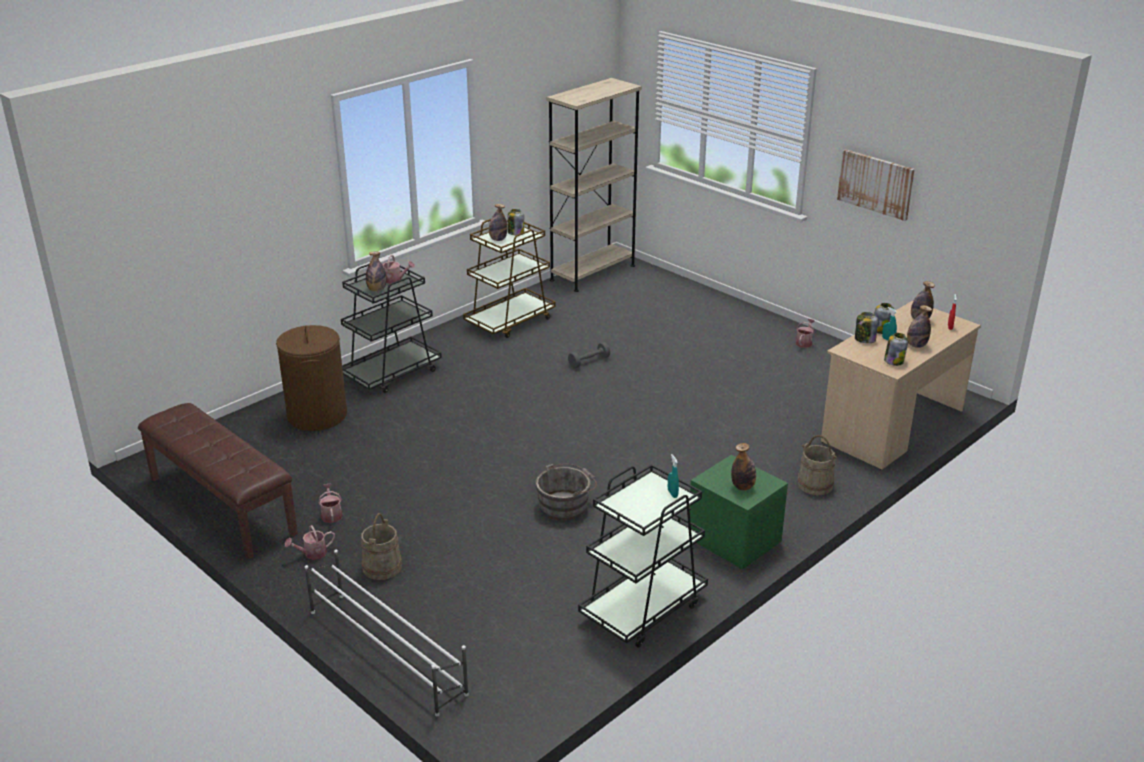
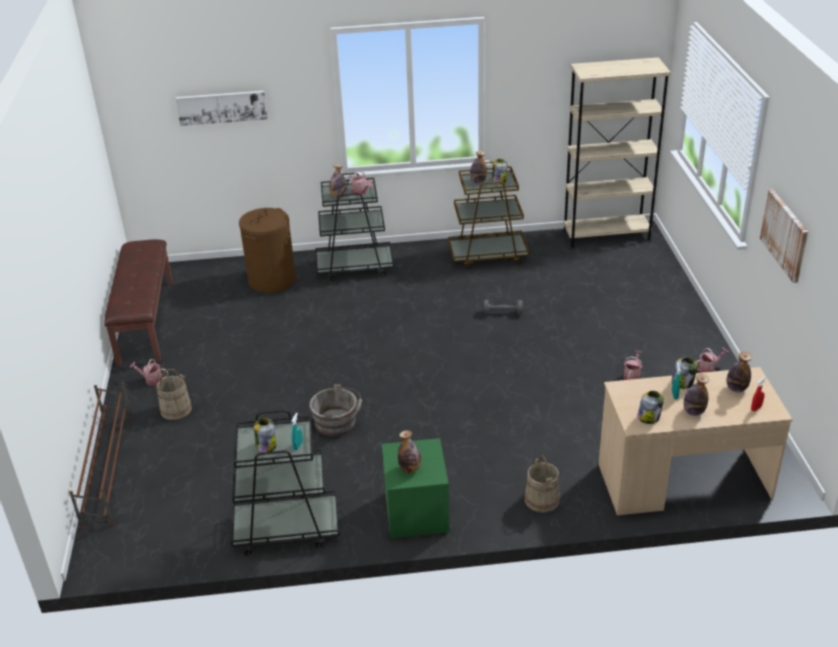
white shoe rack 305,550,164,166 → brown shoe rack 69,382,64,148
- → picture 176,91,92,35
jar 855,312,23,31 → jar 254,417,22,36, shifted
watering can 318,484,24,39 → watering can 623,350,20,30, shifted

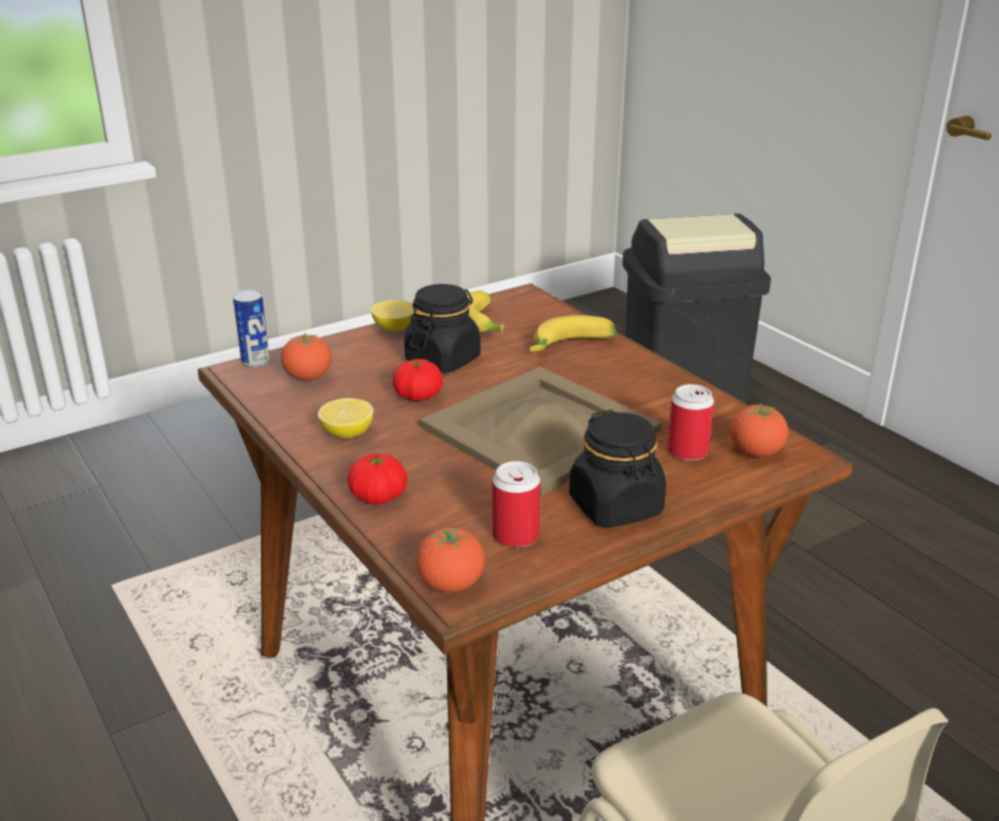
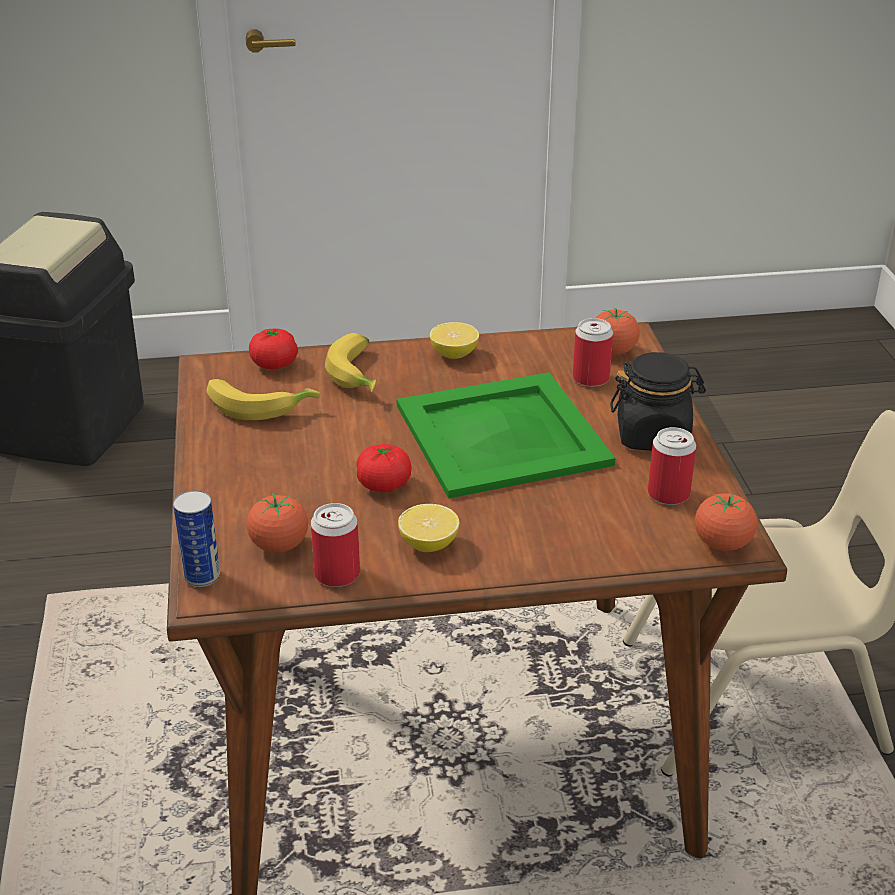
tomato 347,453,60,52 → tomato 249,329,49,40, shifted
- → can 311,503,49,84
beige tray 420,367,242,129 → green tray 397,372,218,127
lemon 371,300,43,32 → lemon 430,322,49,37, shifted
black jar 404,284,77,89 → -

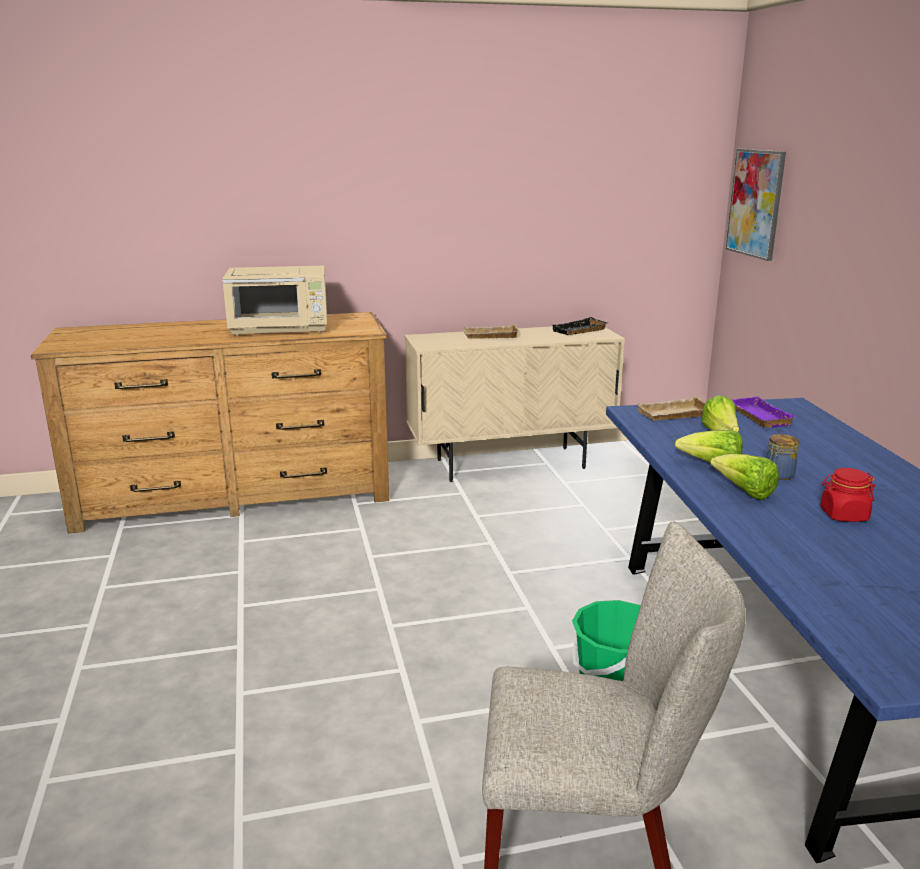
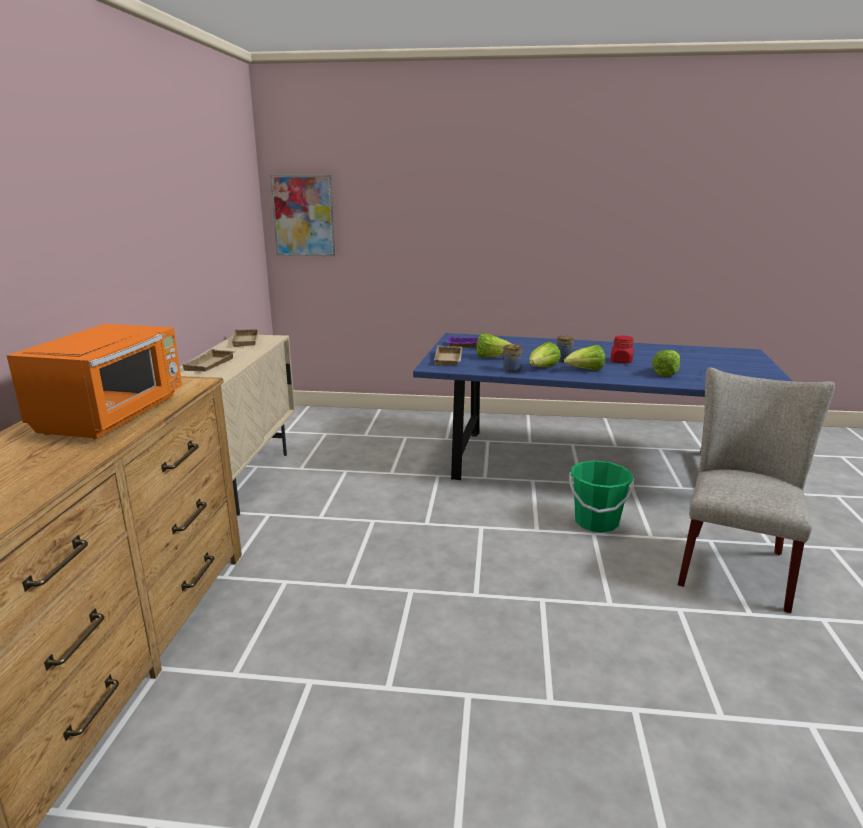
beige microwave 222,266,105,70 → orange microwave 6,324,176,116
black tray 553,317,55,18 → beige tray 231,329,28,18
- → jar 501,344,21,29
- → lettuce 652,350,28,26

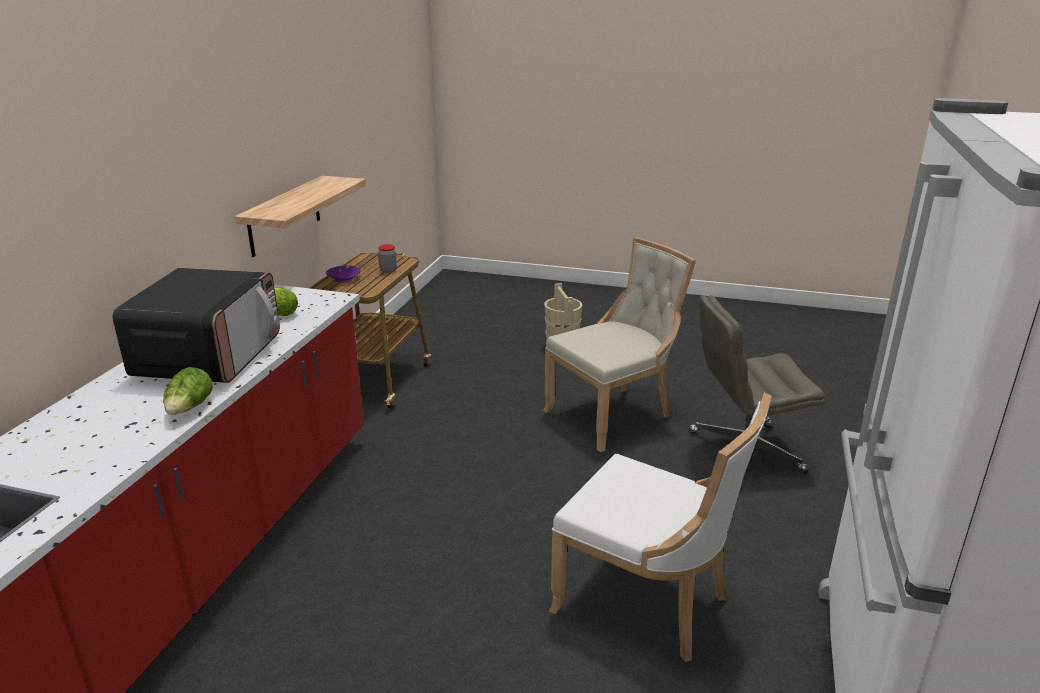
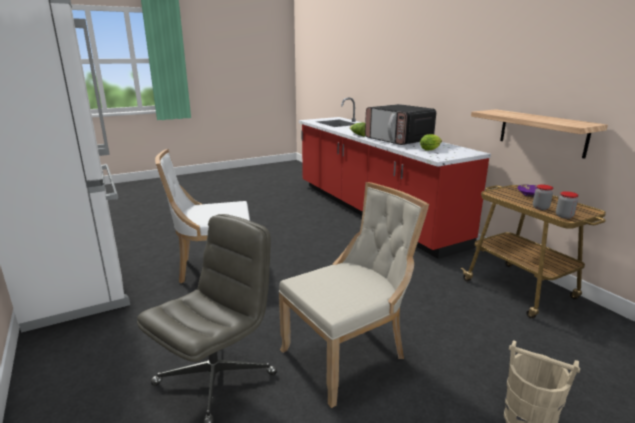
beige chair 543,238,153,214 → beige chair 279,182,150,226, 135 degrees counterclockwise
- → jar 556,191,23,28

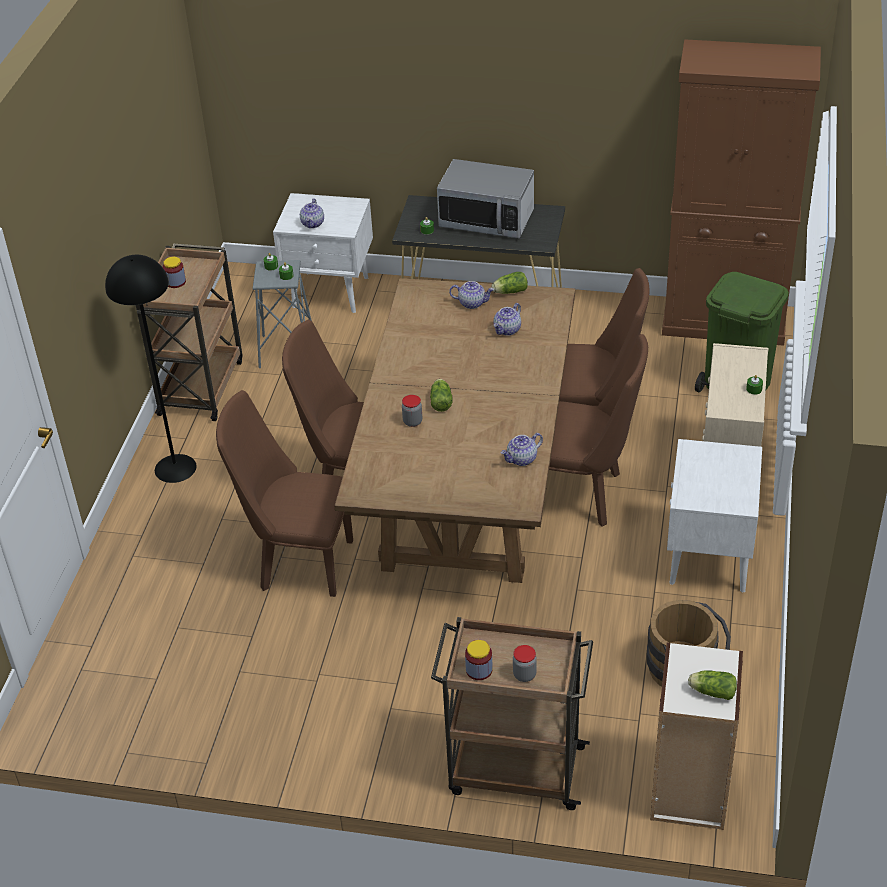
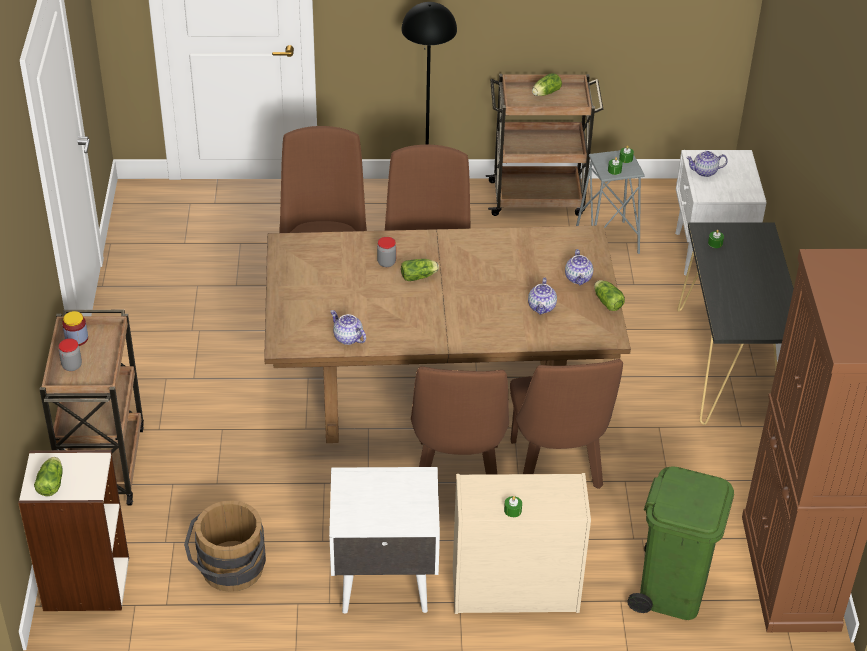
teapot 494,303,27,33 → teapot 528,278,29,36, 105 degrees counterclockwise
jar 163,257,23,31 → lettuce 532,73,30,23
microwave 437,159,97,79 → -

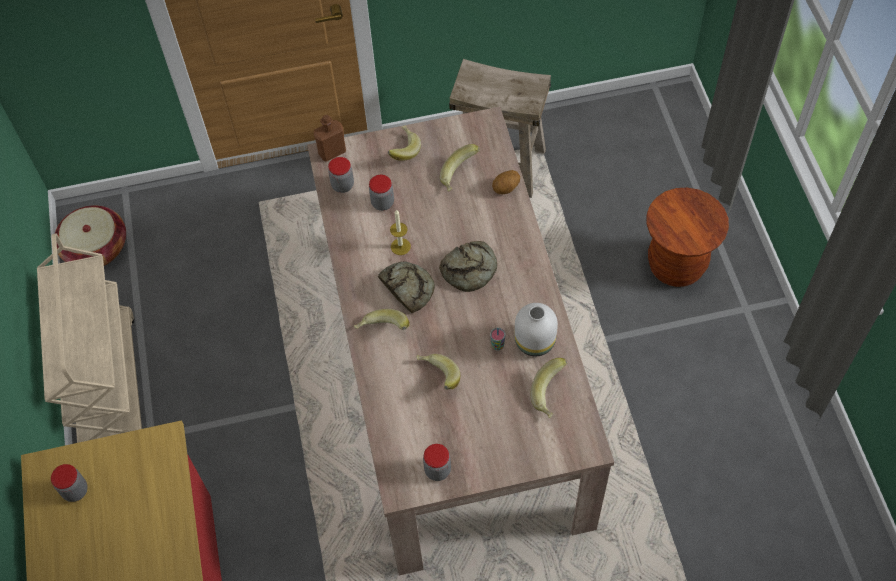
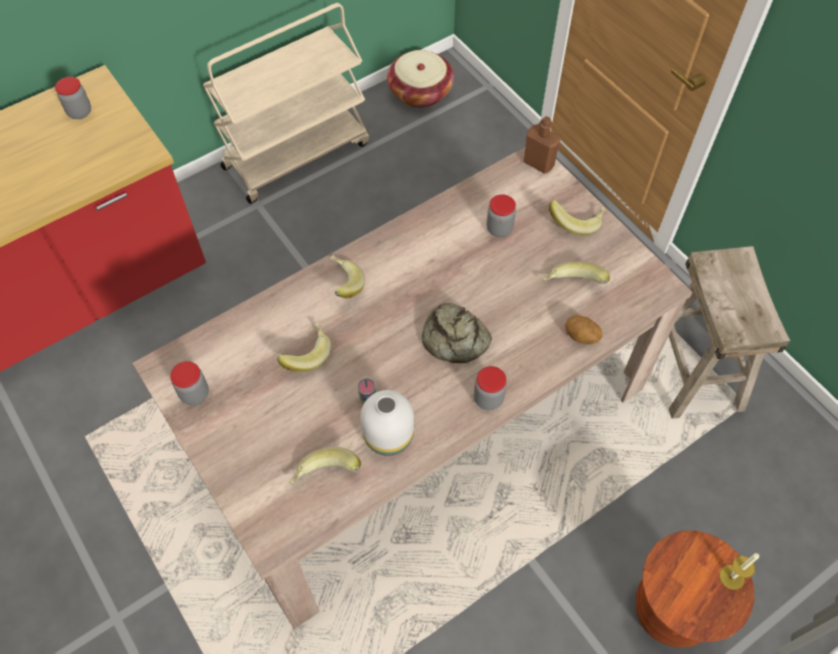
jar 328,157,26,36 → jar 474,366,33,44, shifted
candle 390,210,21,45 → candle 719,553,40,37, shifted
bread 378,262,57,51 → -

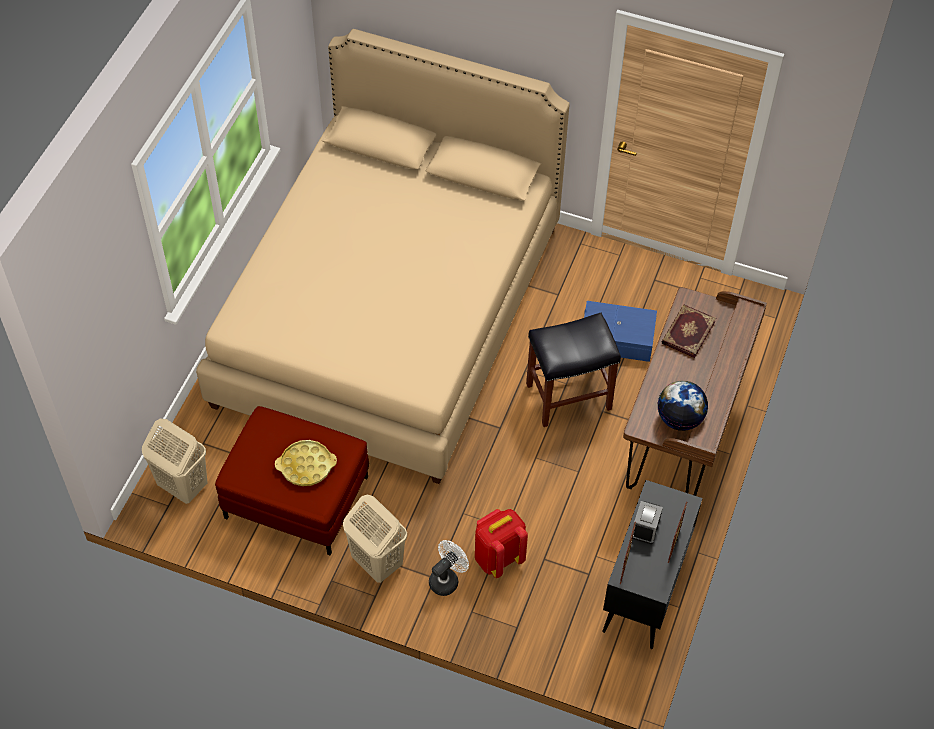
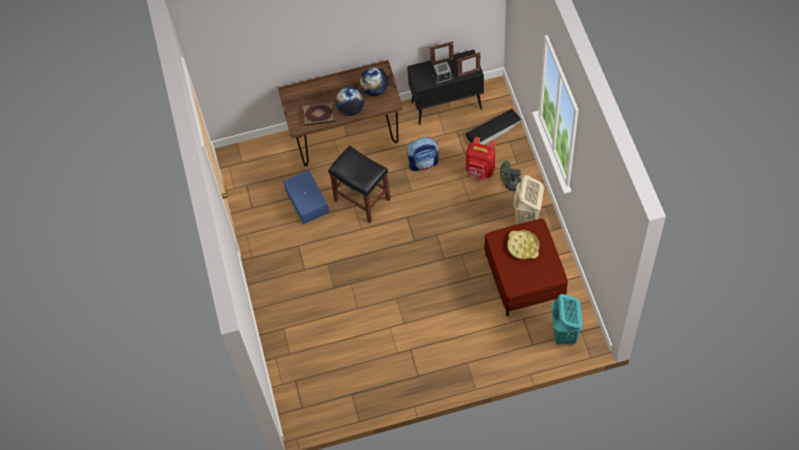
- → globe 335,87,29,29
- → backpack 407,137,32,34
- → black storage box 466,109,55,36
white fan 429,540,40,56 → green fan 500,161,21,30
beige laundry basket 142,419,66,85 → turquoise laundry basket 551,294,32,51
beige bed 196,29,374,455 → -

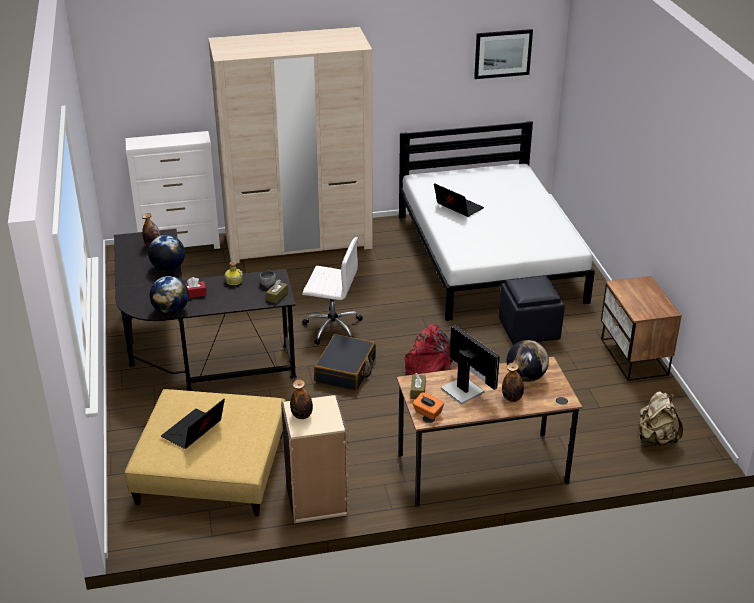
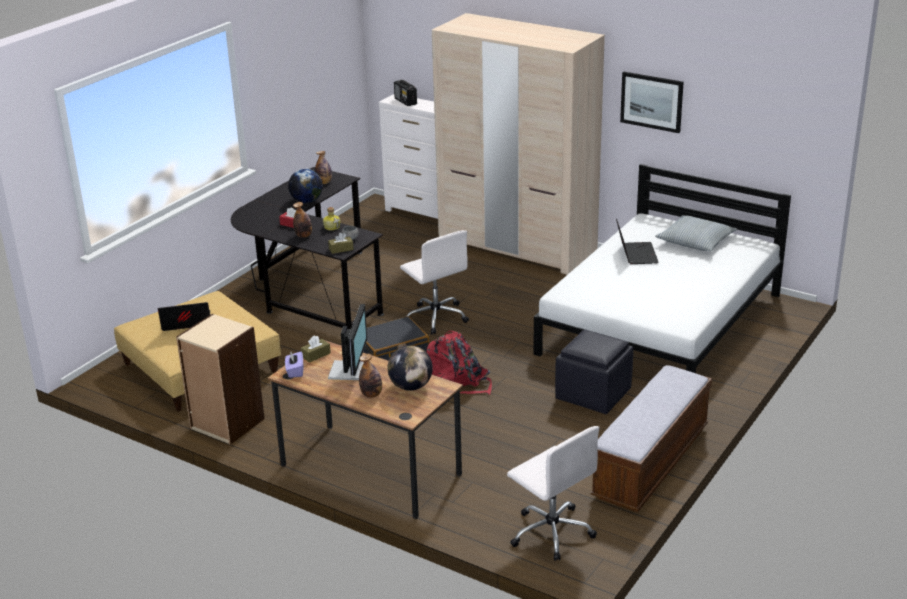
orange tissue box 413,392,31,28 → purple tissue box 285,352,18,26
bottle 290,380,23,39 → bottle 293,202,19,36, shifted
- → radio 394,80,23,26
beige backpack 637,391,46,54 → white office chair 507,426,92,135
nightstand 601,276,81,105 → bench 591,365,121,147
picture 474,29,59,50 → picture 620,72,64,61, shifted
- → pillow 655,215,82,37
globe 149,276,40,39 → -

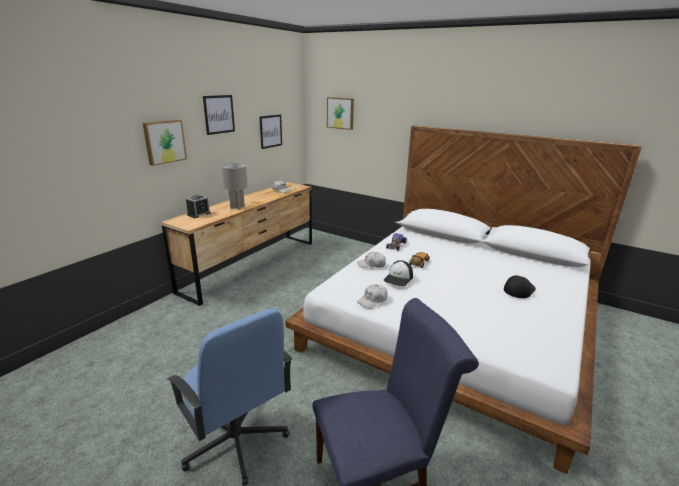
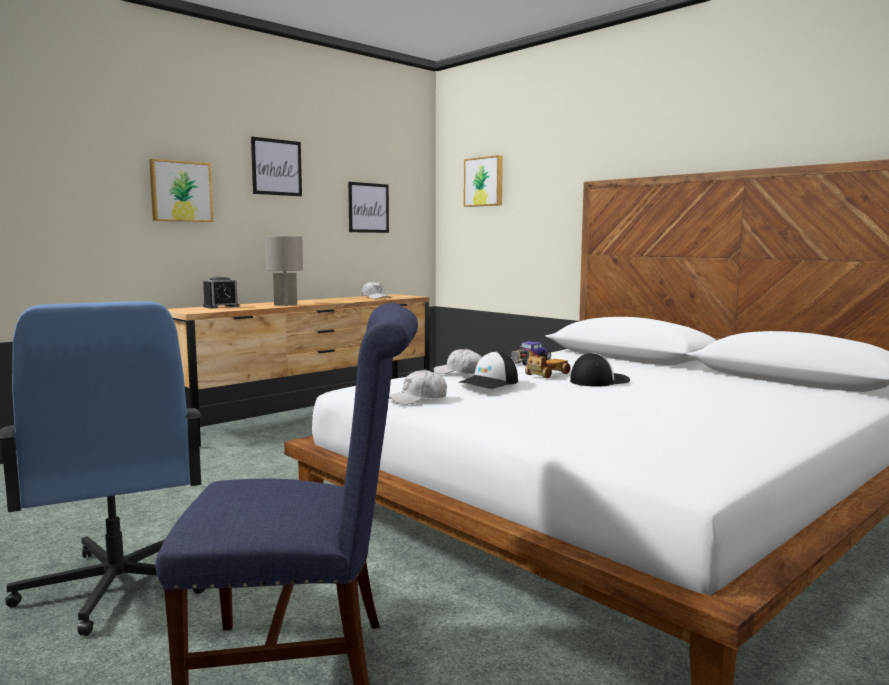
cap 504,275,32,23 → cap 570,353,60,34, shifted

